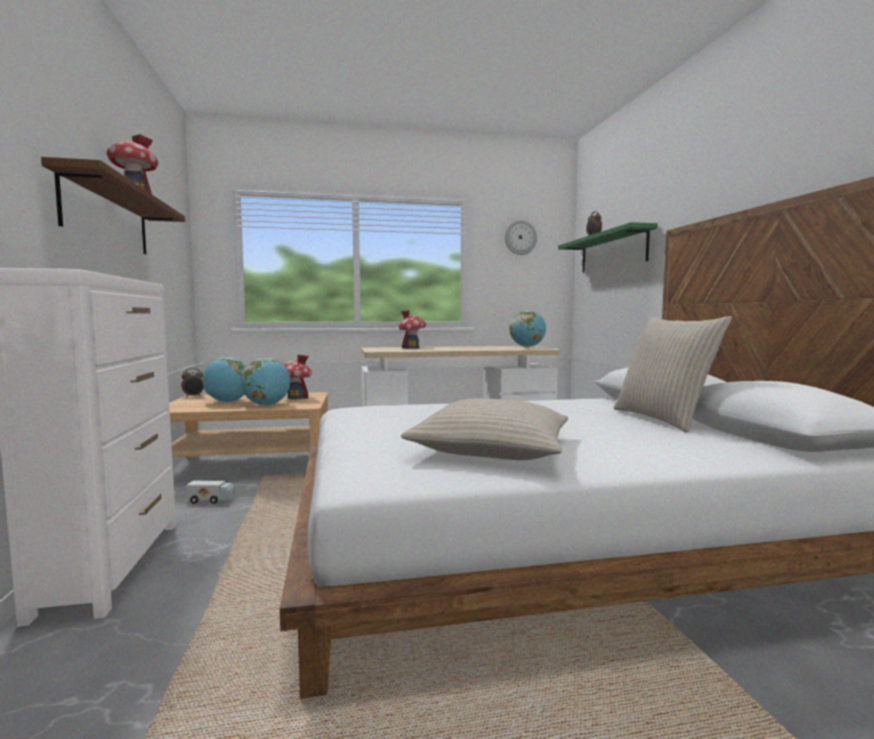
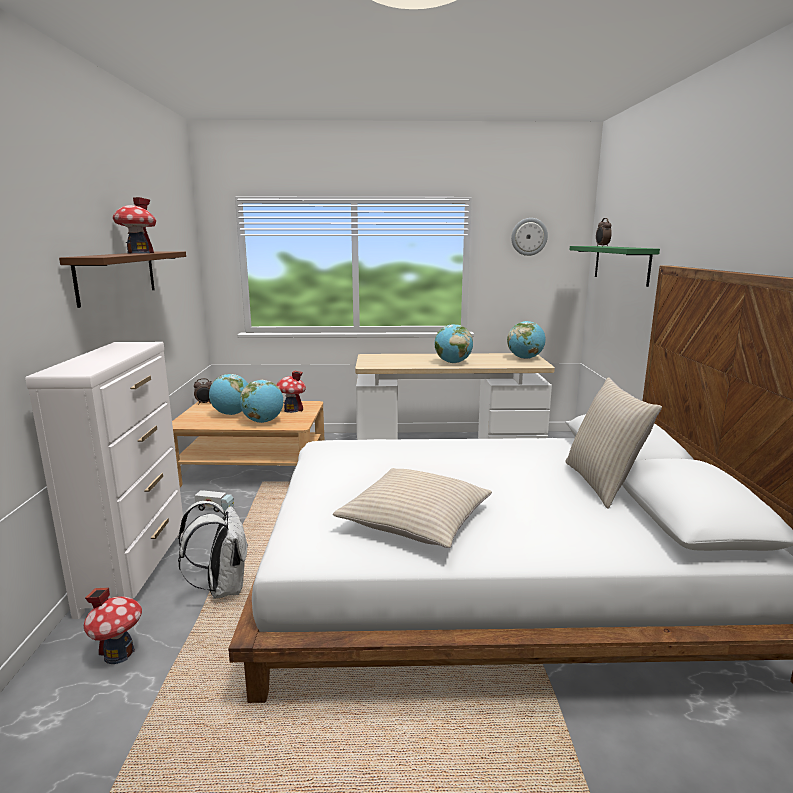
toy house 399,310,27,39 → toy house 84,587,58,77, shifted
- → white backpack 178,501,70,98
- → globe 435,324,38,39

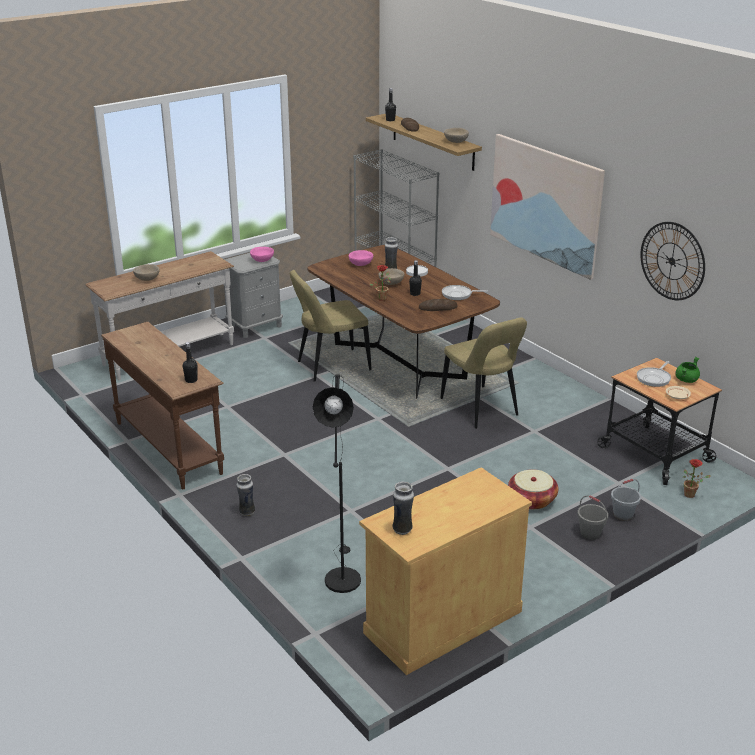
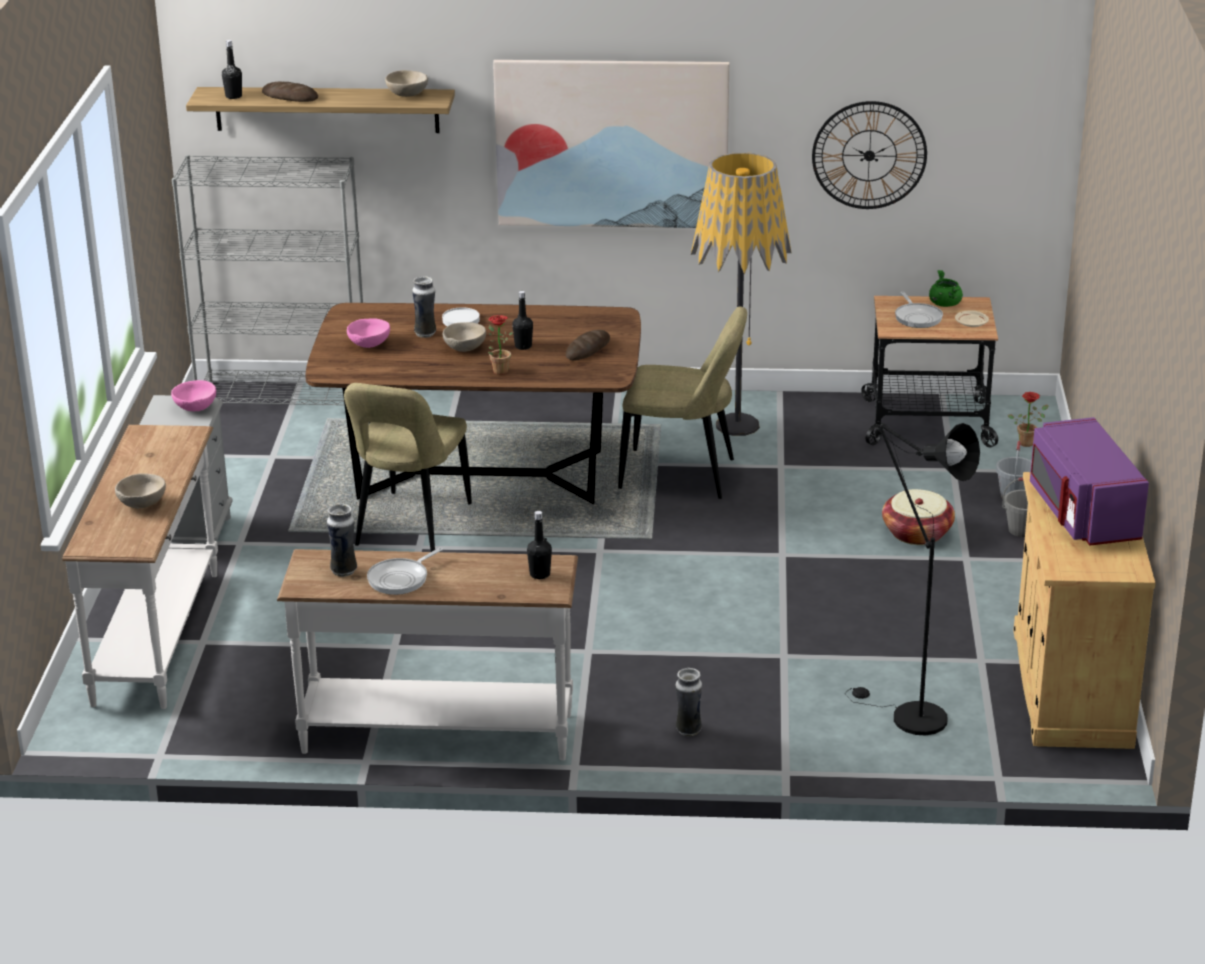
brown console table 101,322,123,167 → white console table 277,549,301,212
vase 393,481,21,54 → vase 327,504,30,73, shifted
frying pan 442,285,46,15 → frying pan 367,547,76,48, shifted
- → floor lamp 691,152,101,284
- → purple microwave 1030,417,119,129

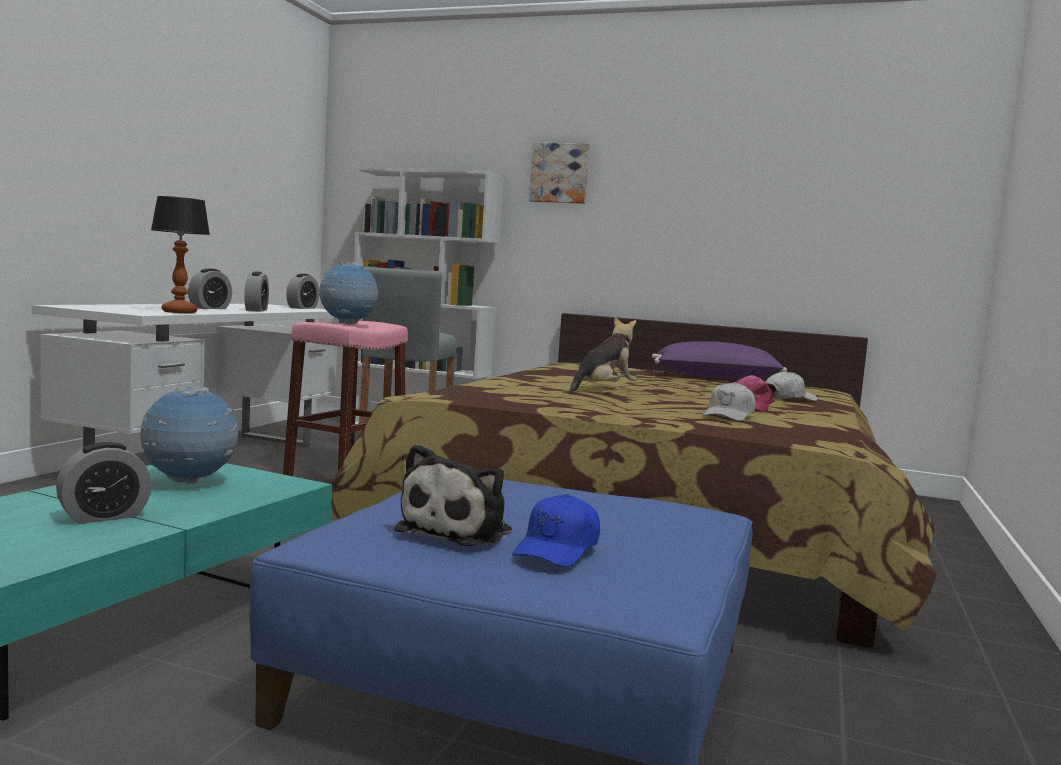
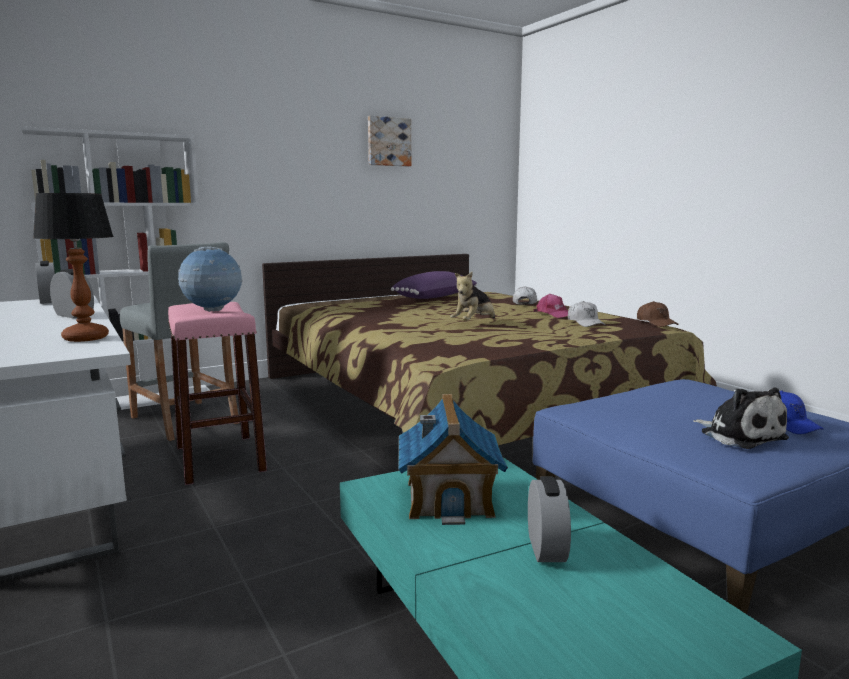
picture 529,143,61,61 → picture 368,116,43,50, shifted
globe 140,386,98,98 → toy house 398,394,110,131
plush toy 569,317,68,76 → plush toy 450,272,45,49, 135 degrees counterclockwise
- → brown cap 637,301,42,26
alarm clock 188,268,44,41 → -

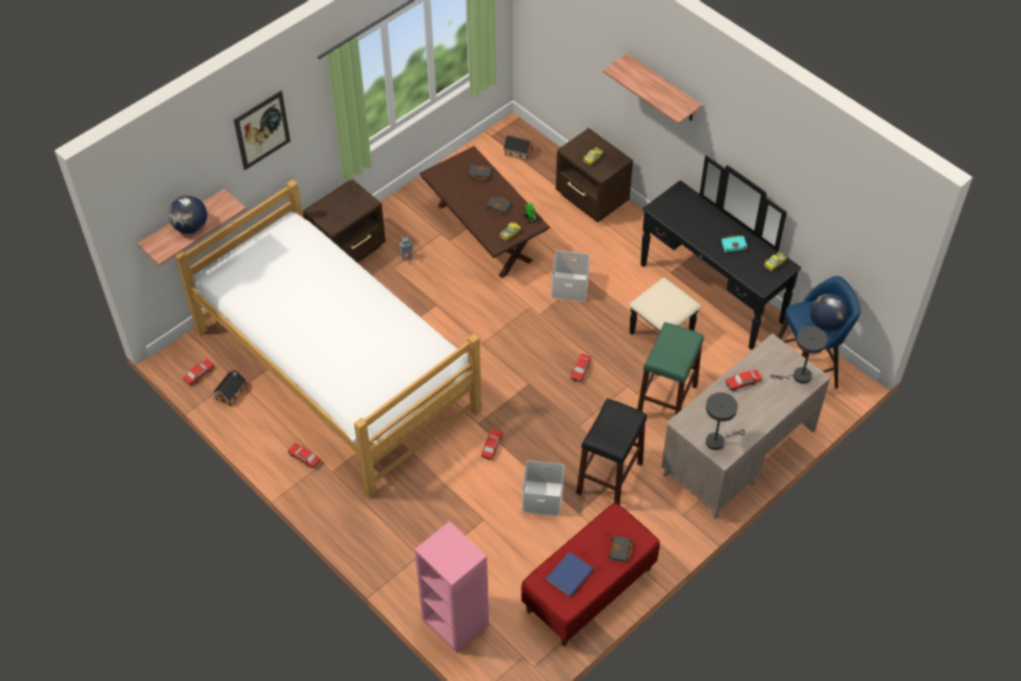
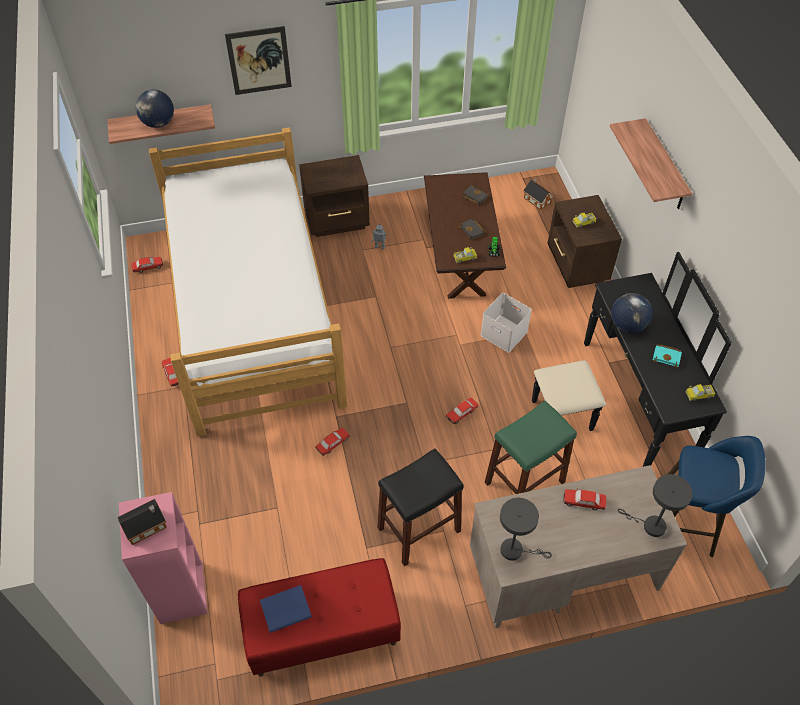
toy house 213,370,33,37 → toy house 117,499,50,46, shifted
globe 810,294,38,37 → globe 611,293,42,40, shifted
white storage box 522,460,42,56 → -
black book 607,536,26,27 → -

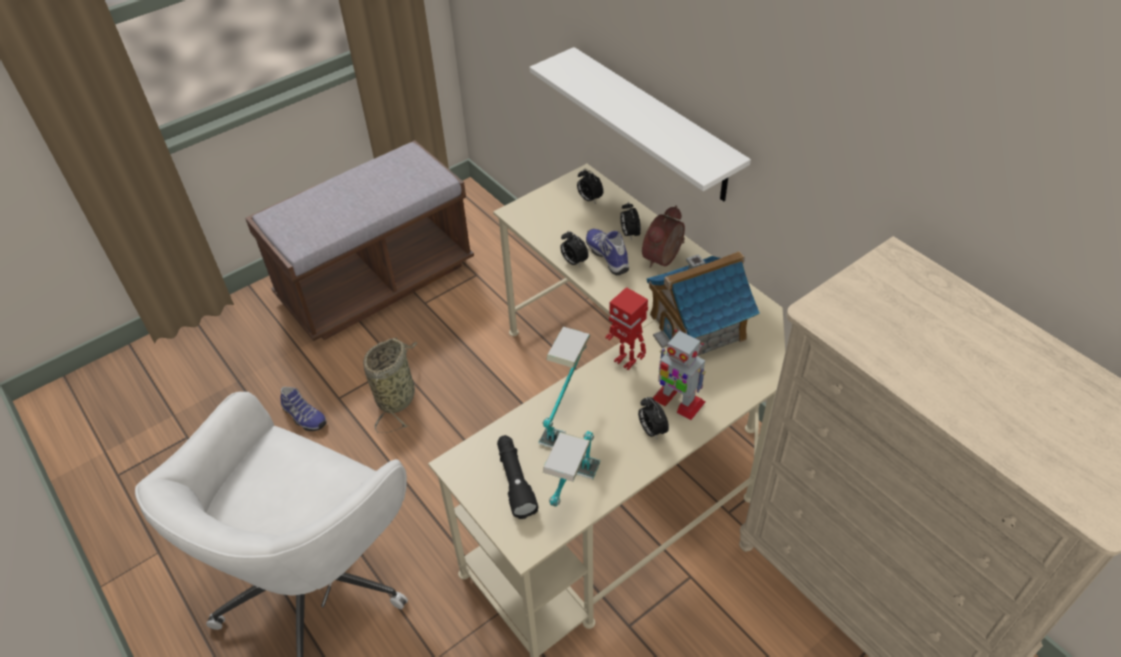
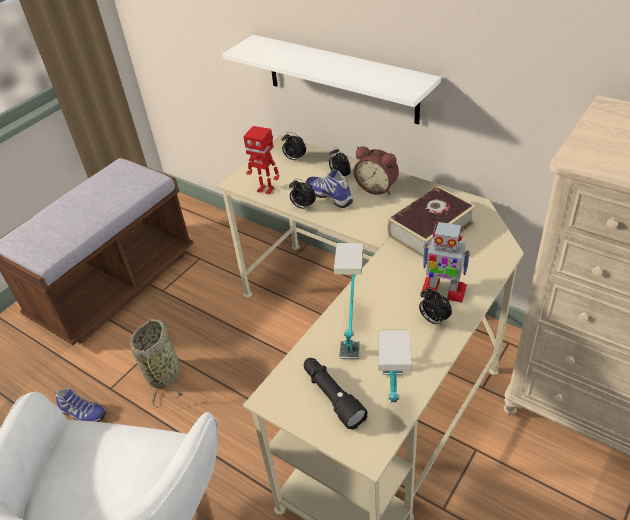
toy robot 605,287,43,83 → toy robot 243,126,36,69, shifted
alarm clock 642,206,43,62 → alarm clock 354,146,45,49, 75 degrees counterclockwise
toy house 646,251,114,105 → book 387,186,89,73

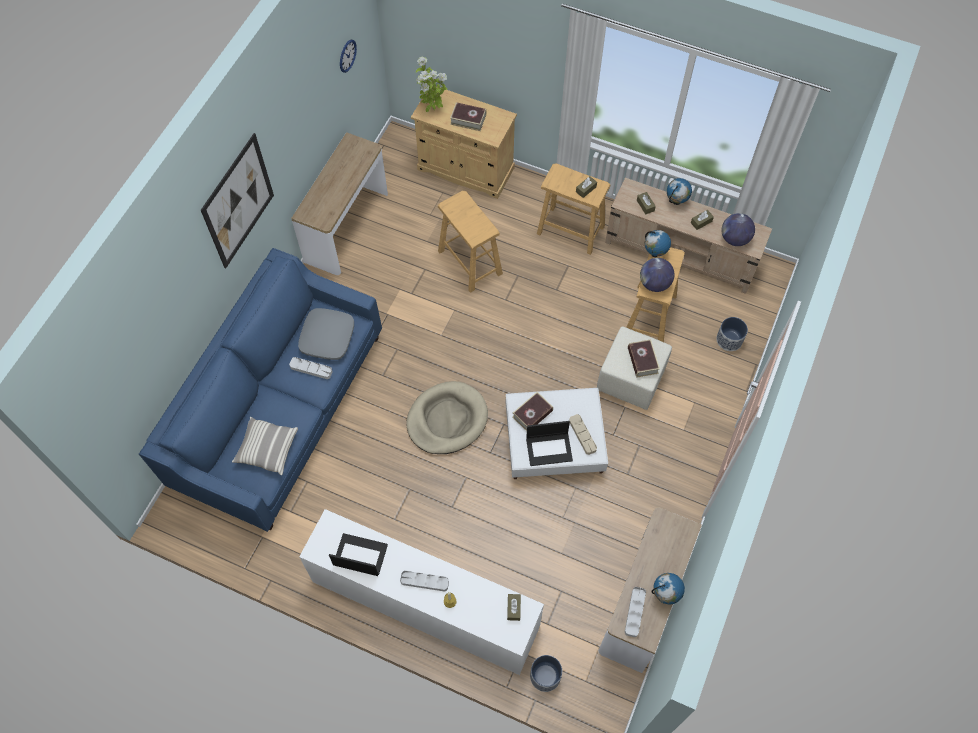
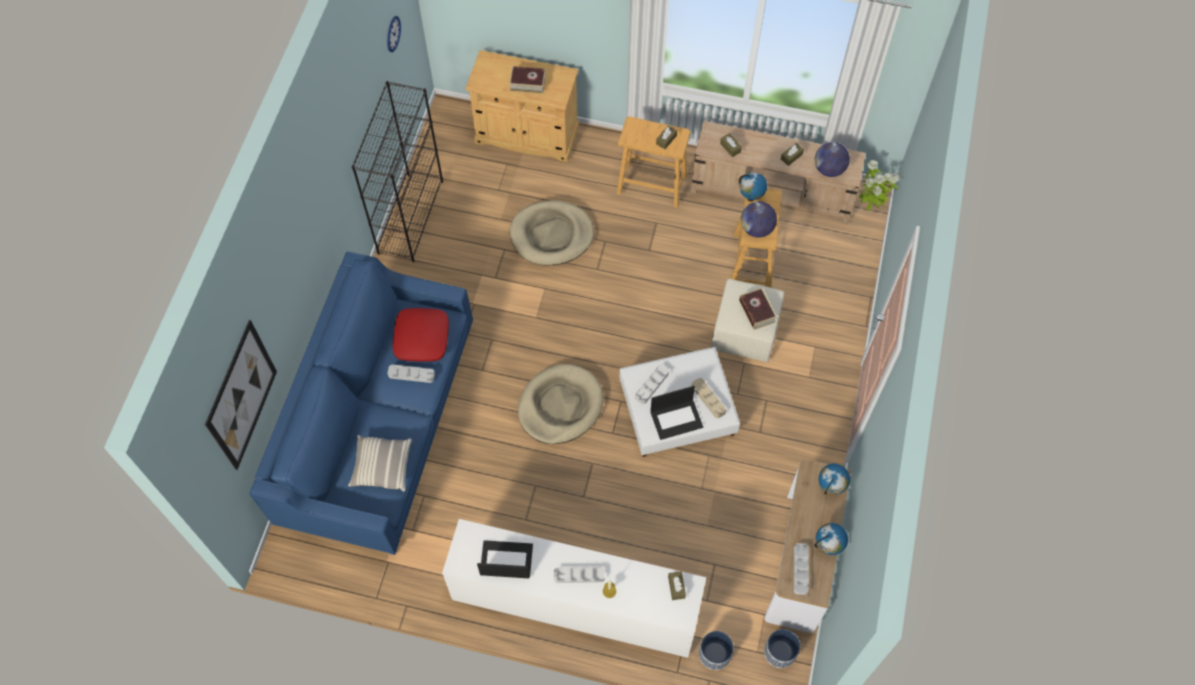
picture 201,133,73,136 → picture 205,320,72,150, shifted
console table 291,132,97,143 → black bookcase 352,81,91,181
grey pillow 298,308,56,52 → red pillow 393,308,56,54
beige stool 438,191,65,101 → beige dog bed 509,200,85,65
book 513,392,40,39 → grey tray 635,365,34,39
planter 716,317,32,34 → planter 764,629,36,39, shifted
globe 667,178,25,27 → globe 819,464,31,31, shifted
potted plant 416,57,31,55 → potted plant 859,160,40,51, shifted

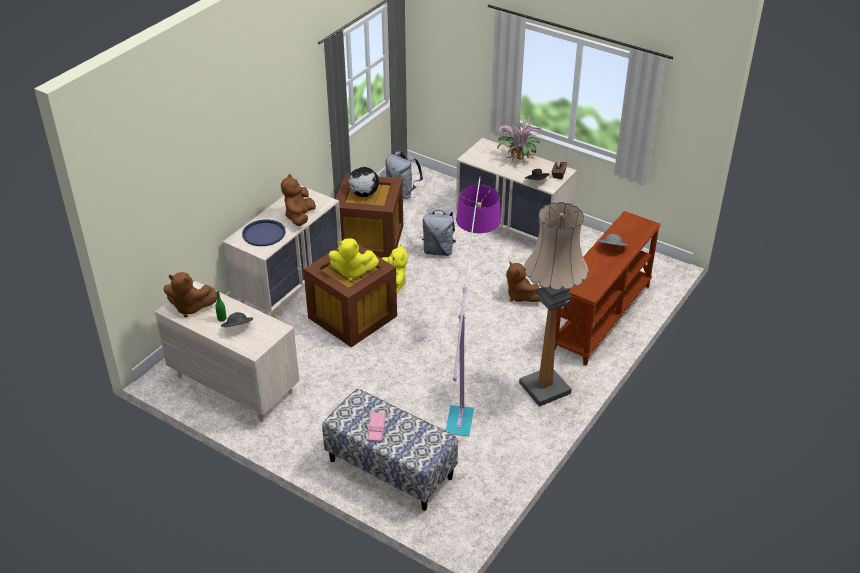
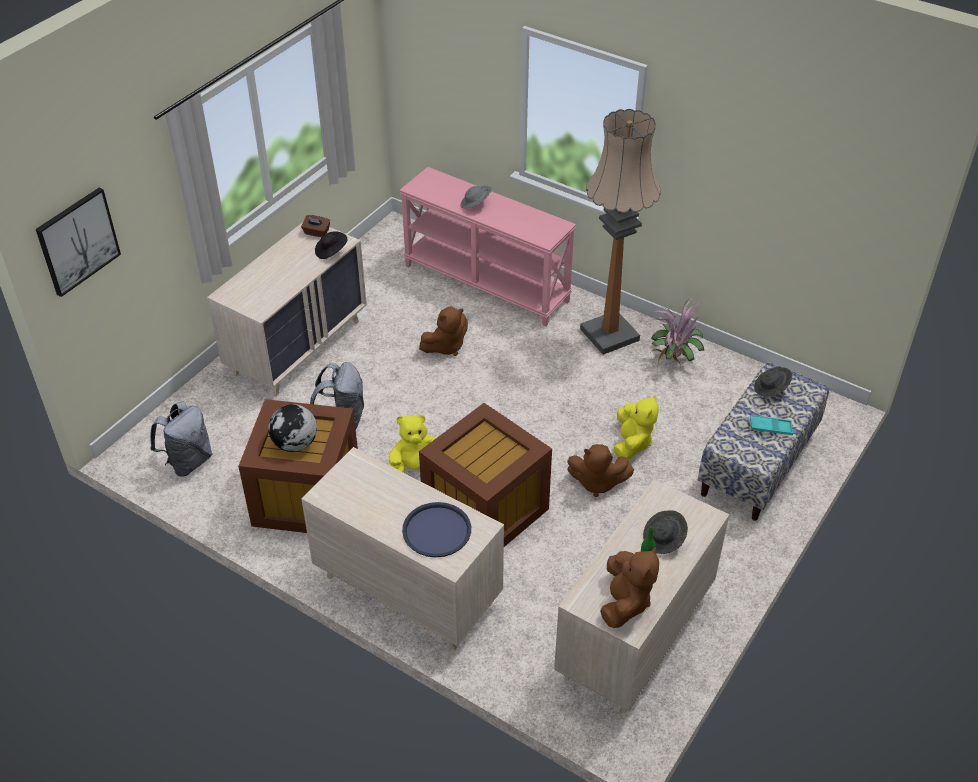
- → picture 36,188,85,109
brown console table 555,211,106,154 → pink console table 400,167,176,159
brown plush toy 281,174,35,52 → brown plush toy 567,444,67,53, shifted
yellow plush toy 328,238,51,43 → yellow plush toy 614,395,45,64, shifted
potted plant 497,114,44,51 → potted plant 650,296,54,70, shifted
pink tray 366,412,20,30 → turquoise tray 750,415,43,20
- → grey hat 754,367,38,30
floor lamp 446,176,55,260 → -

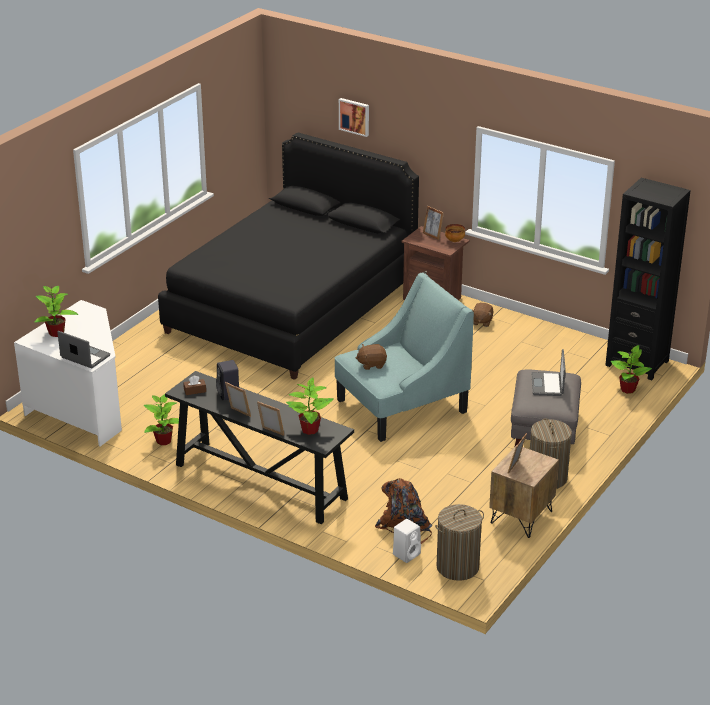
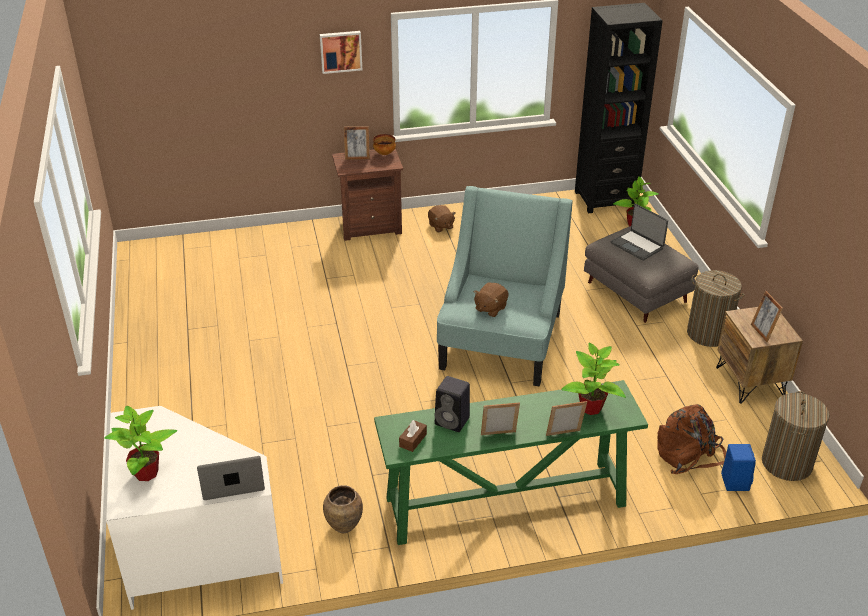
picture 339,98,30,39 → picture 320,31,42,43, shifted
potted plant 144,394,35,51 → brown vase 323,485,40,48
black console table 165,371,189,153 → green console table 374,380,274,165
white speaker 393,519,28,44 → blue speaker 721,444,35,47
black bed 158,133,261,247 → -

